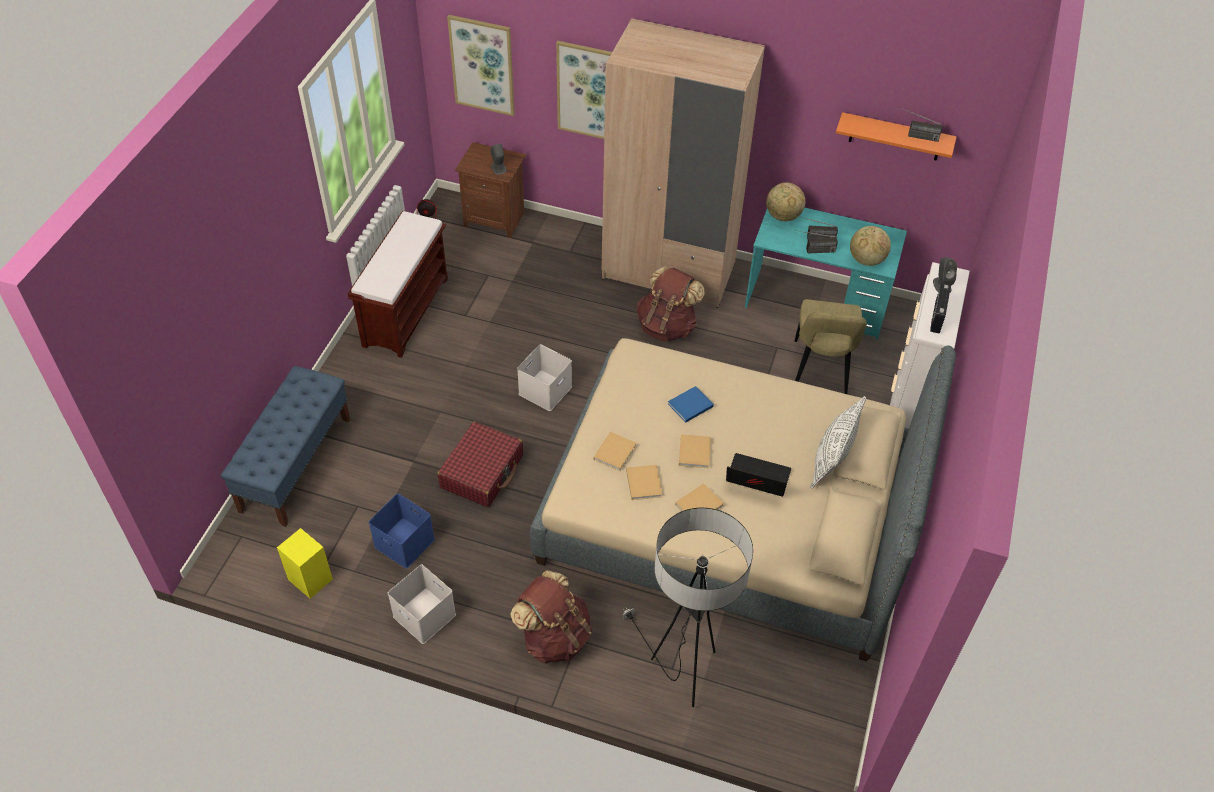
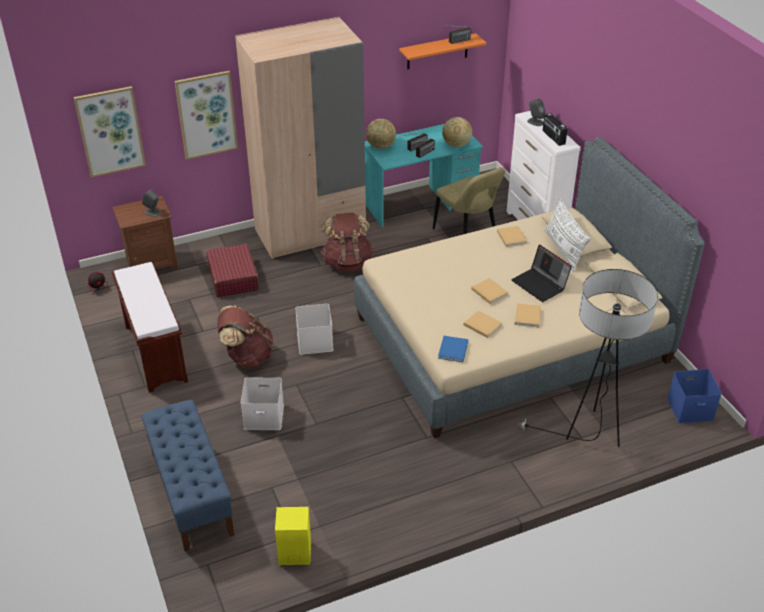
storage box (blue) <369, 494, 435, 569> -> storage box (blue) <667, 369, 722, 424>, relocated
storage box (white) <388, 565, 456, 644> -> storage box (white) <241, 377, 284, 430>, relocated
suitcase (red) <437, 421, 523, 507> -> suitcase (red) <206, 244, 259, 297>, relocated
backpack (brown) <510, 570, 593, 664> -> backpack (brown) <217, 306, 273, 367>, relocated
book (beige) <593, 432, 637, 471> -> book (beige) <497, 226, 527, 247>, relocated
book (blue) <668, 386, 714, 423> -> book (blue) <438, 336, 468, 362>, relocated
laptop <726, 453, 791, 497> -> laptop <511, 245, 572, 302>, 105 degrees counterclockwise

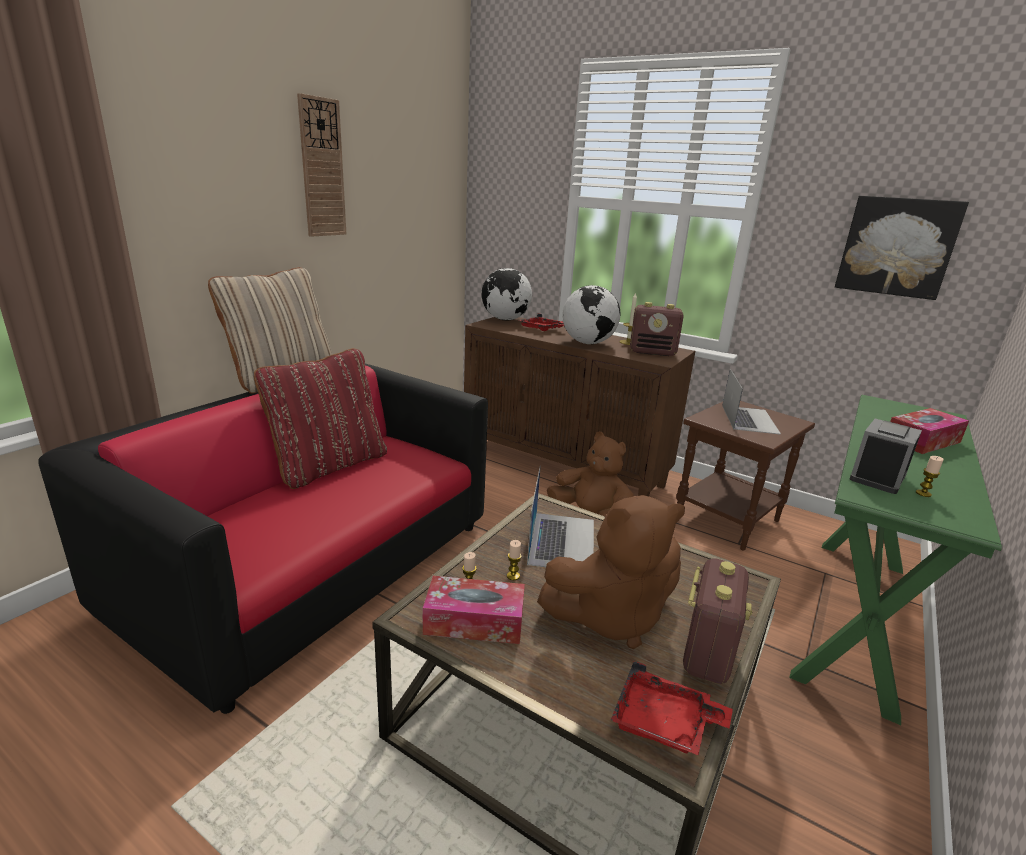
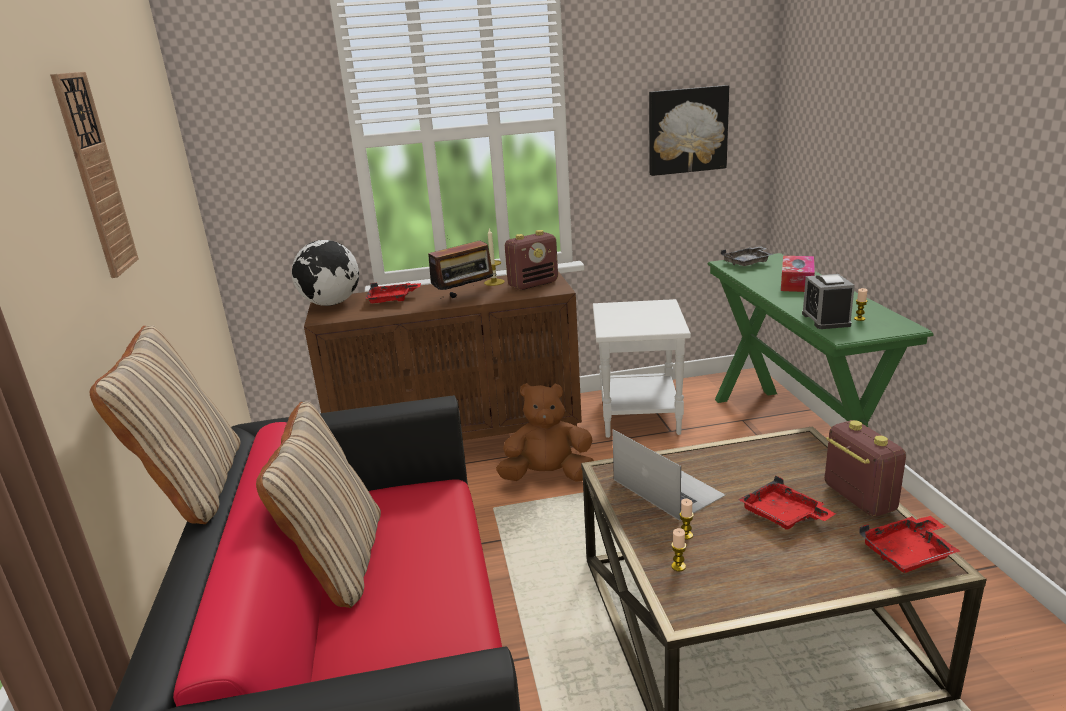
tissue box <422, 576, 525, 644> -> none
laptop <722, 369, 781, 435> -> none
none -> tray (grey) <721, 246, 773, 266>
plush toy (brown) <537, 495, 685, 649> -> tray (red) <738, 476, 836, 530>
globe <562, 285, 621, 344> -> radio <428, 240, 496, 299>
pillow (red) <254, 348, 387, 489> -> pillow (beige) <256, 402, 381, 608>
side table (brown) <676, 401, 815, 551> -> side table (white) <593, 299, 691, 438>

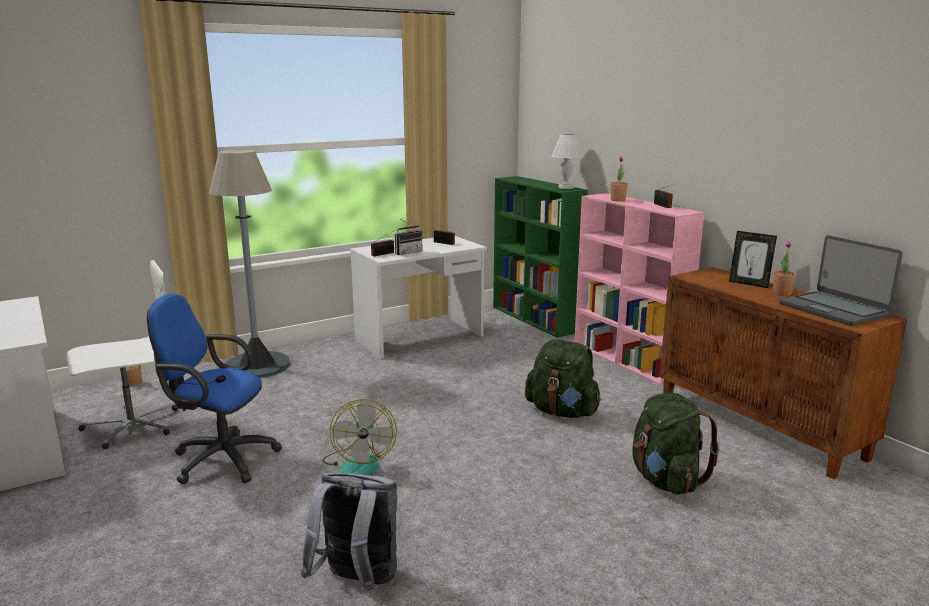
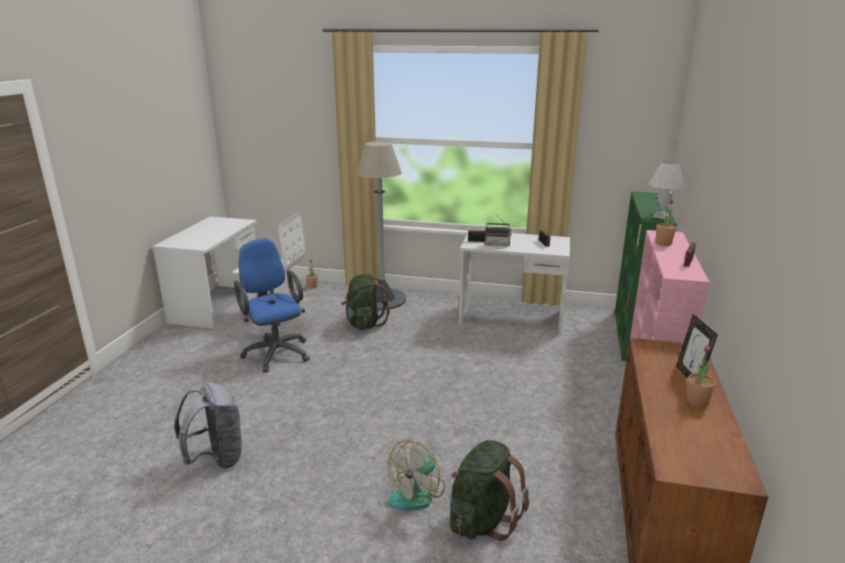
laptop <779, 235, 903, 326> -> none
fan <322, 399, 397, 475> -> fan <388, 440, 445, 510>, relocated
backpack (green) <525, 339, 601, 418> -> backpack (green) <341, 274, 390, 330>, relocated

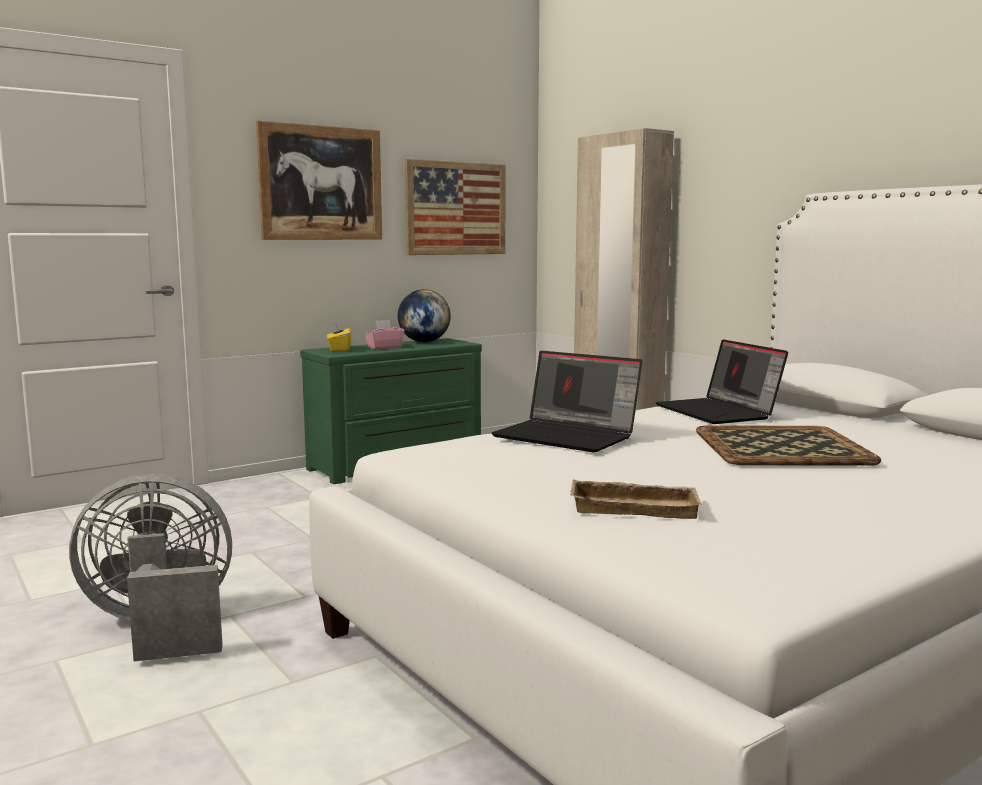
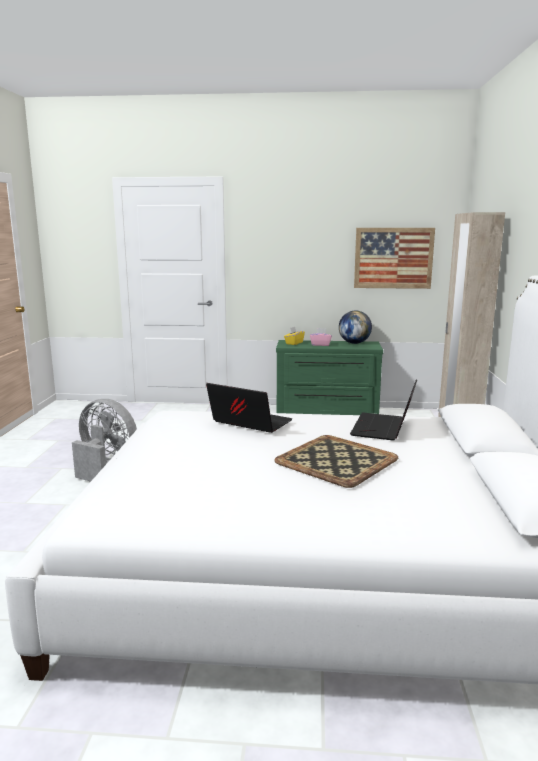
picture <256, 121, 382, 240> -> none
tray (beige) <570, 480, 702, 519> -> none
laptop <492, 351, 642, 452> -> laptop <206, 383, 292, 433>, 135 degrees clockwise

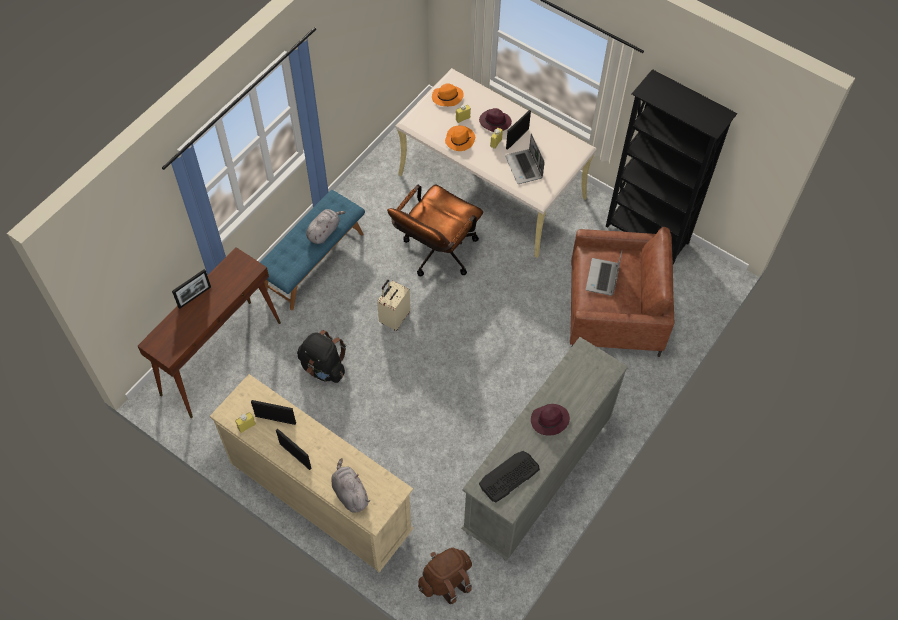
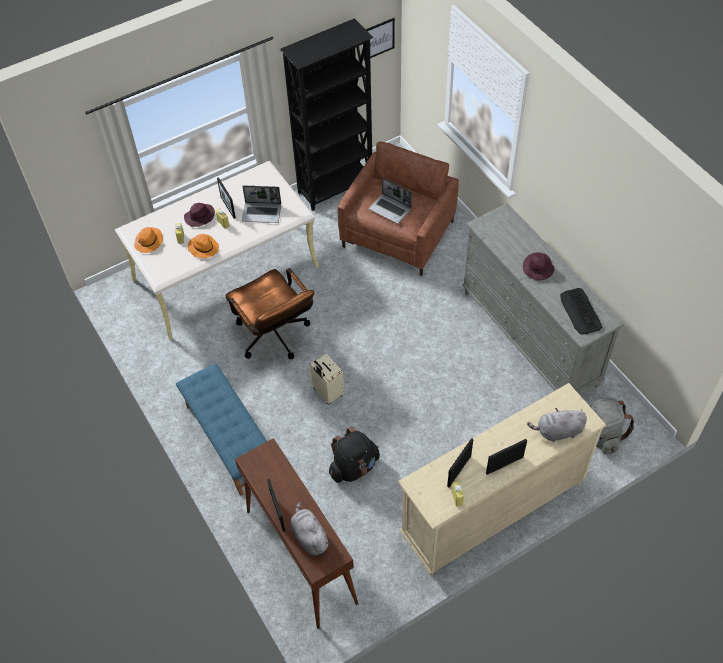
none -> picture <363, 18, 395, 61>
plush toy (grey) <306, 209, 346, 244> -> plush toy (grey) <290, 502, 330, 556>, relocated
backpack (brown) <418, 548, 472, 604> -> backpack (grey) <590, 397, 635, 455>

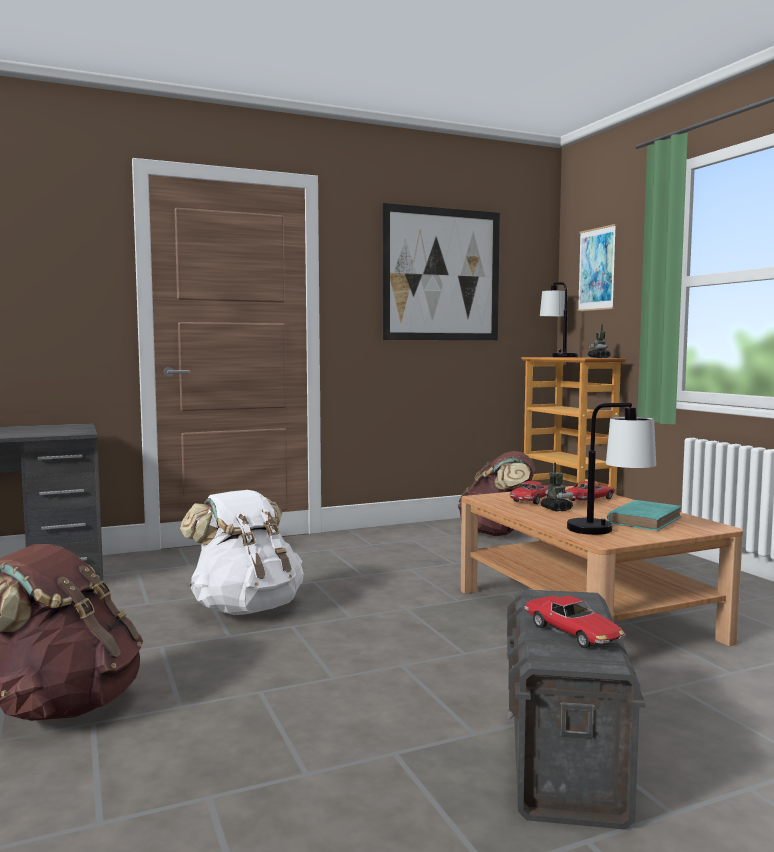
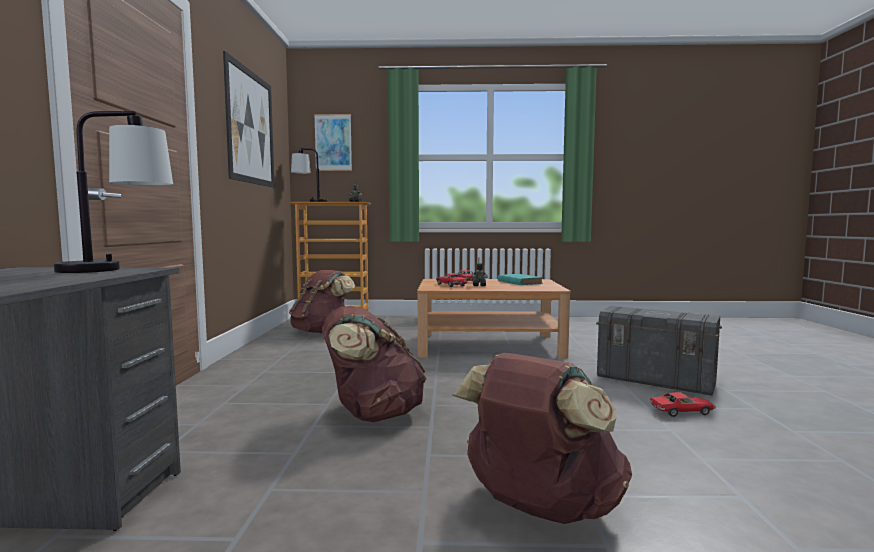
toy car <525, 596, 626, 648> -> toy car <649, 392, 716, 417>, relocated
table lamp <567, 403, 656, 535> -> table lamp <54, 111, 173, 273>, relocated
backpack (white) <180, 490, 304, 615> -> backpack (brown) <322, 306, 426, 422>

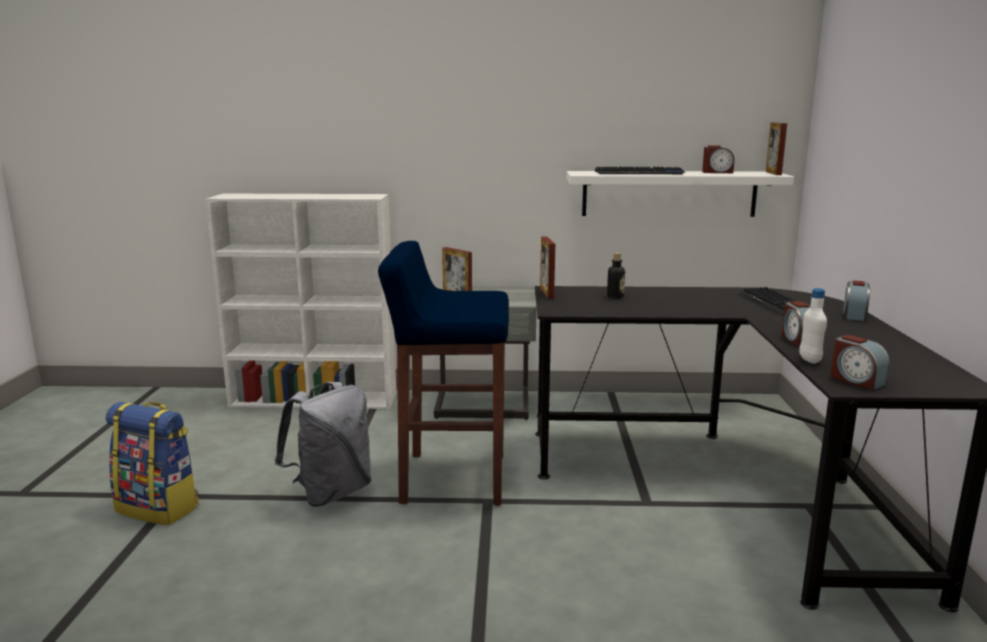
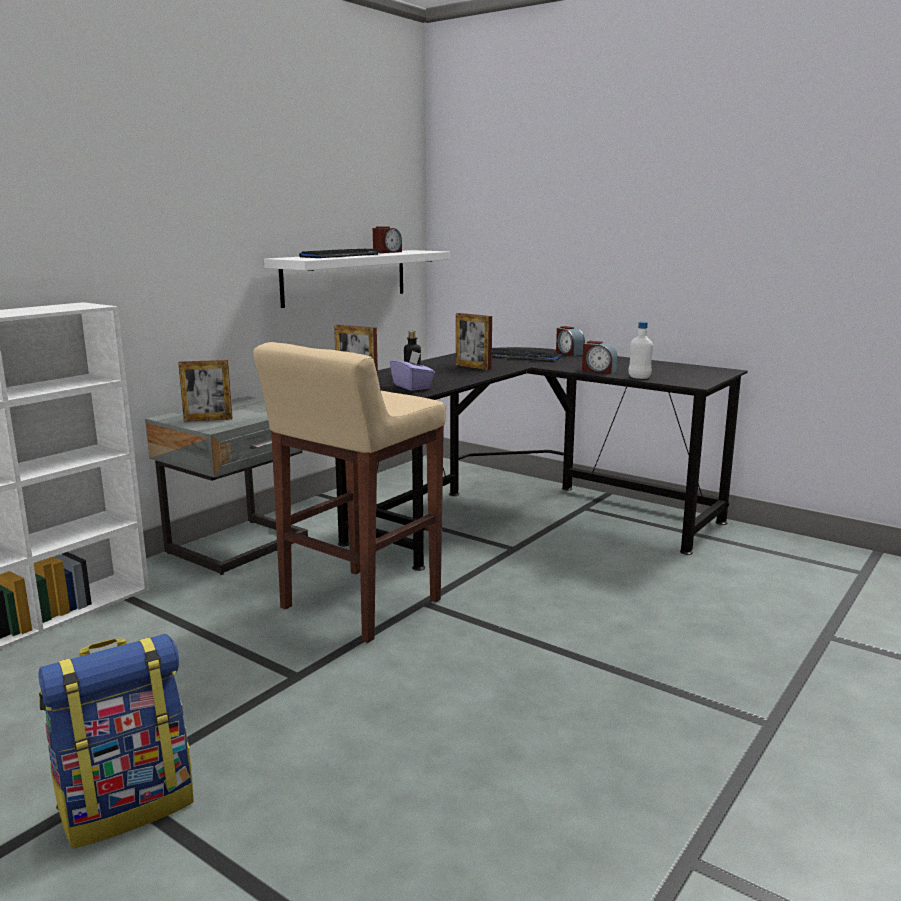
backpack (grey) <275, 382, 371, 507> -> none
alarm clock <831, 335, 889, 390> -> none
none -> tissue box (purple) <390, 350, 435, 391>
picture frame <766, 123, 787, 175> -> picture frame <456, 313, 492, 370>, relocated
stool (blue) <378, 241, 509, 506> -> stool (beige) <253, 342, 446, 643>

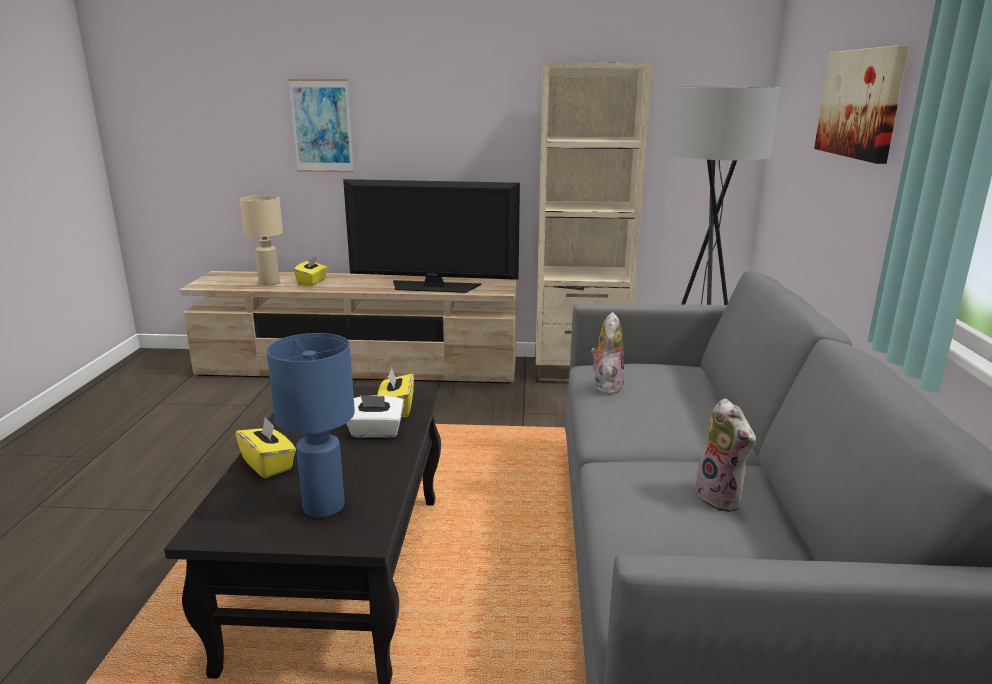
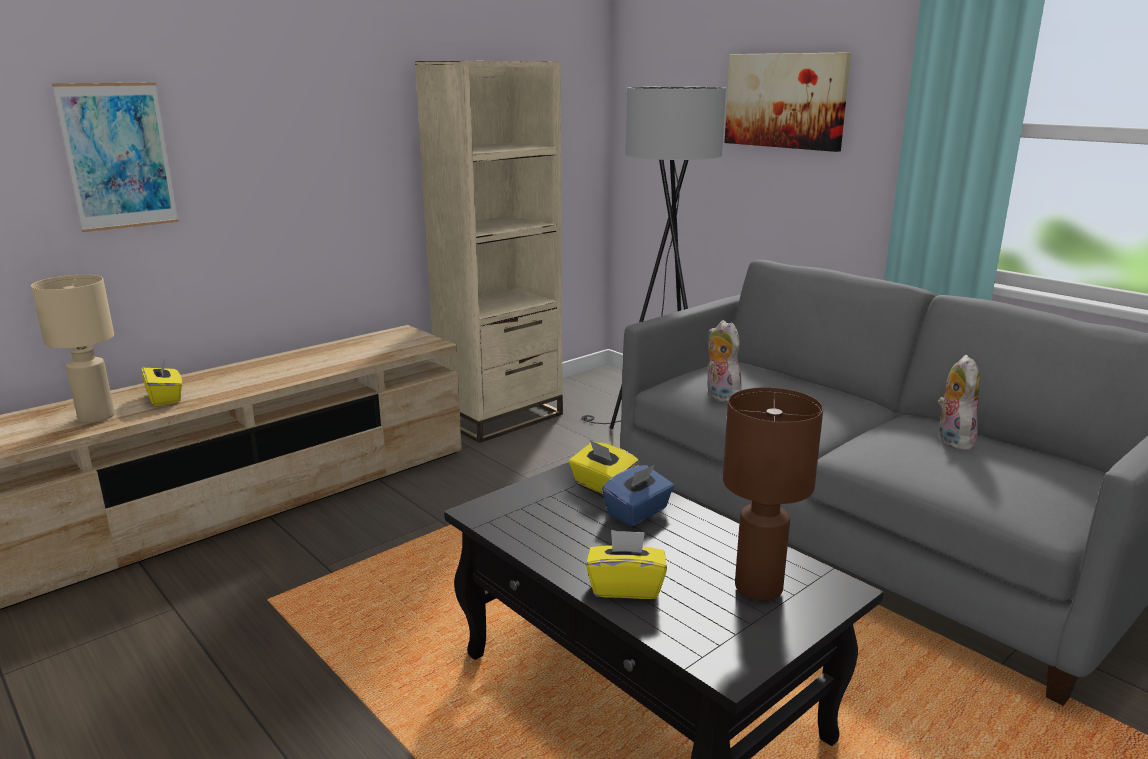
television <343, 179, 520, 293> -> none
table lamp (blue) <266, 333, 355, 518> -> table lamp (brown) <723, 387, 823, 601>
tissue box (white) <346, 395, 404, 438> -> tissue box (blue) <602, 465, 674, 526>
plush toy <694, 398, 756, 512> -> plush toy <938, 355, 980, 451>, 105 degrees counterclockwise

